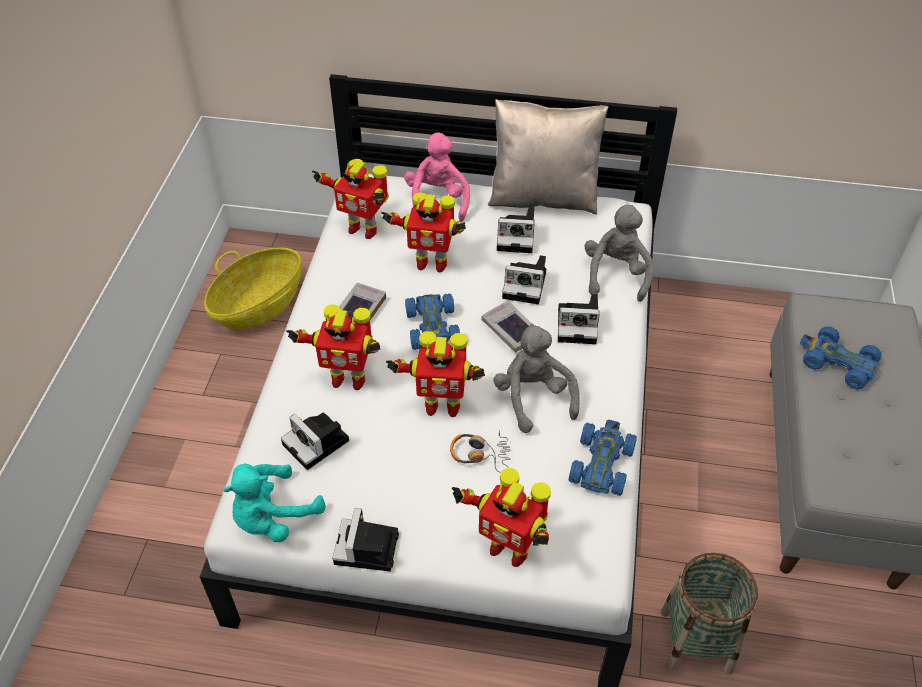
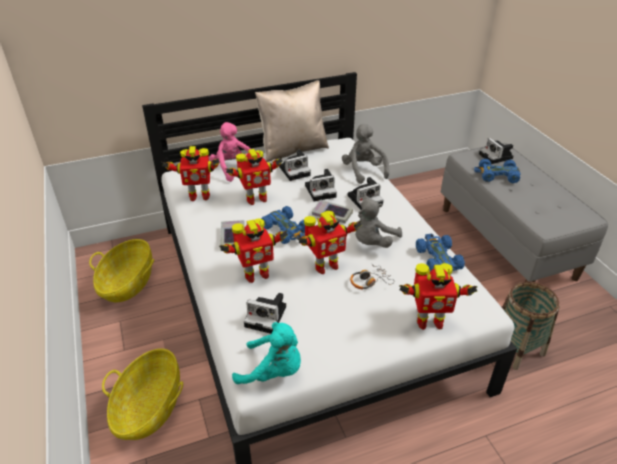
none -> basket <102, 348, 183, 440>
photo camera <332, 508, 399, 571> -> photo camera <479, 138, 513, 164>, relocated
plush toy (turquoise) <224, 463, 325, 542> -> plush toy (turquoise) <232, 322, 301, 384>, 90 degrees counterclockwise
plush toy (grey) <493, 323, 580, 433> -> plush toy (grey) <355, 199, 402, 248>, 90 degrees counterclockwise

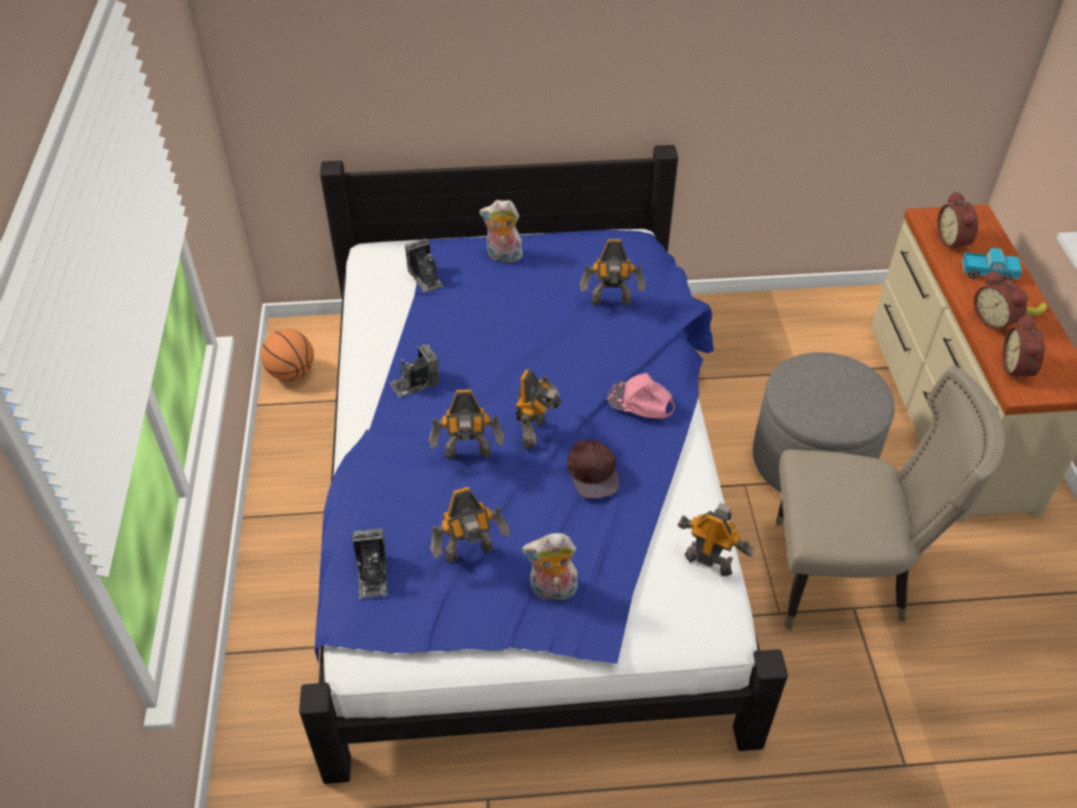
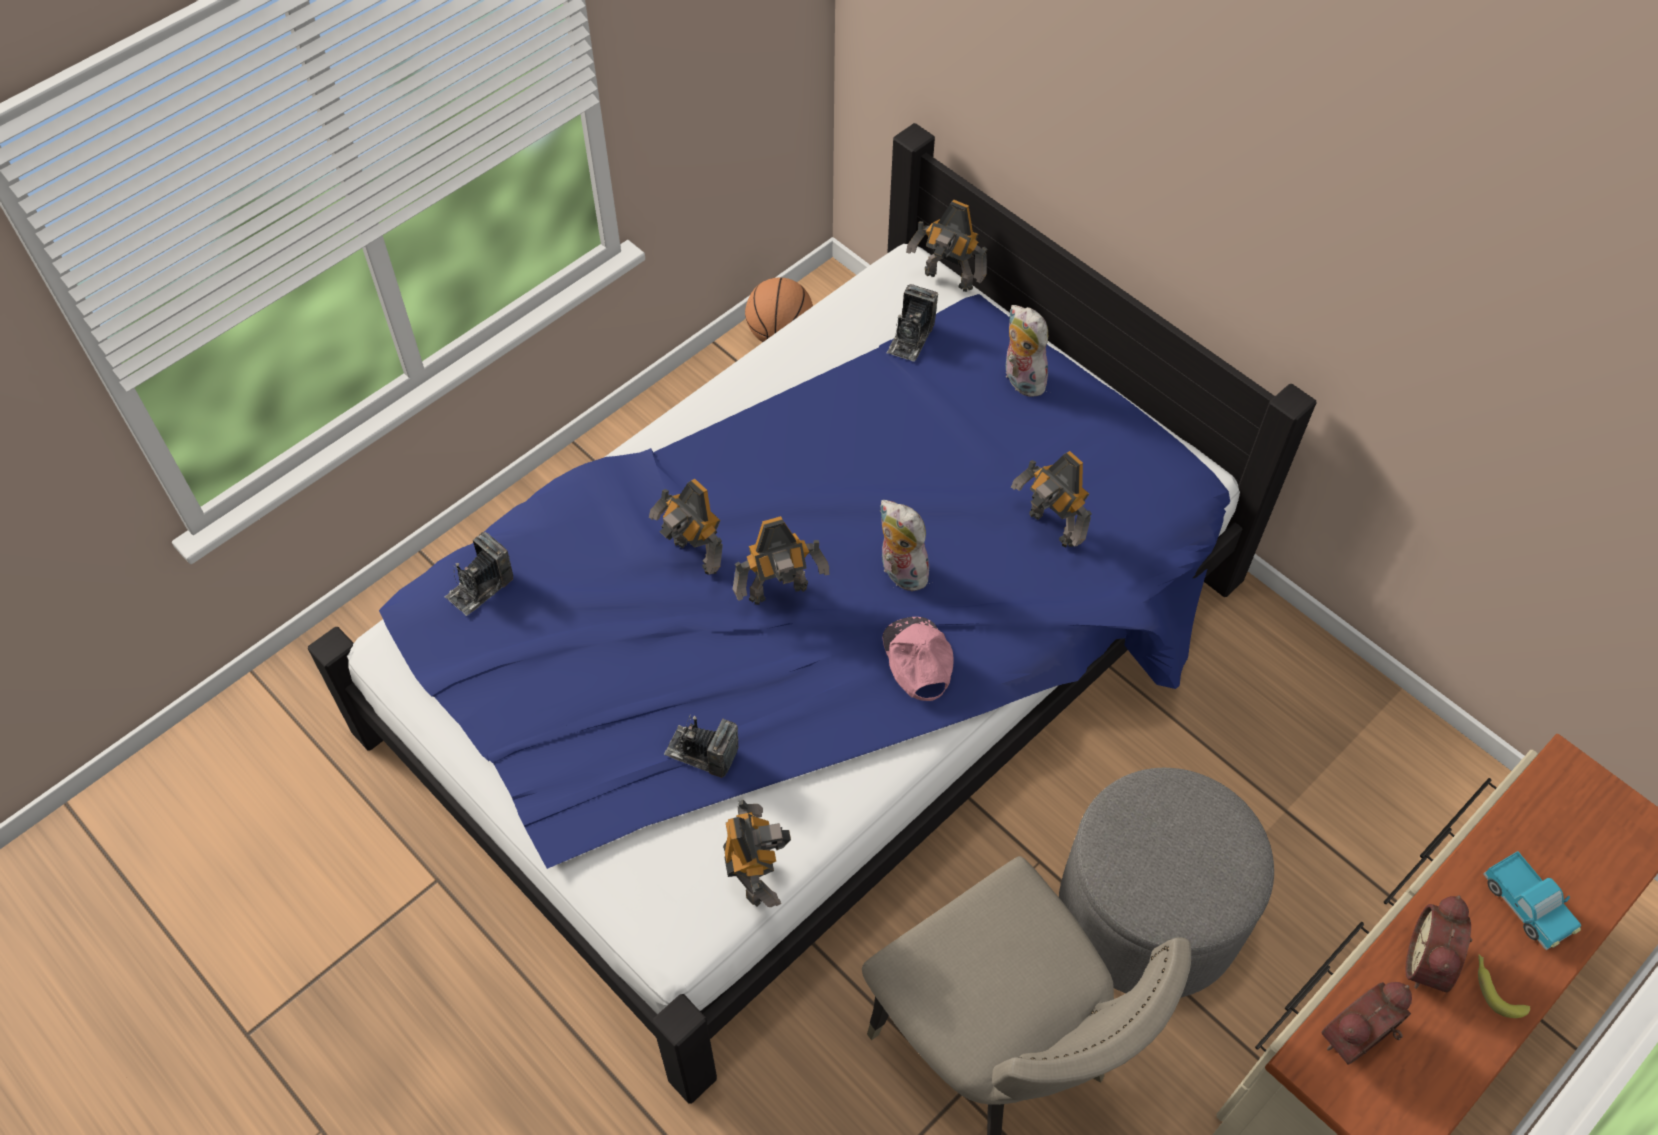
cap (brown) <568, 440, 620, 499> -> none
alarm clock <937, 191, 978, 253> -> none
photo camera <389, 344, 439, 398> -> photo camera <664, 714, 739, 778>, relocated
toy robot <430, 487, 510, 563> -> toy robot <906, 200, 988, 292>, relocated
plush toy <522, 533, 578, 601> -> plush toy <881, 500, 932, 591>, relocated

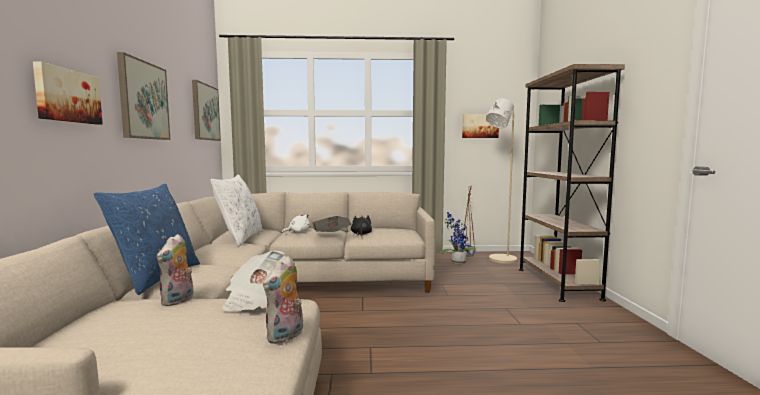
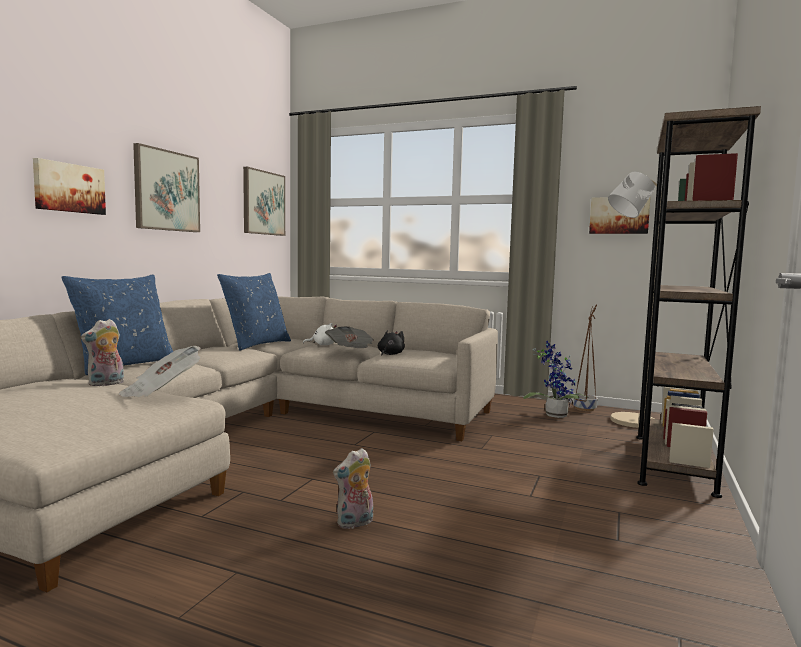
plush toy <263, 256, 303, 344> -> plush toy <333, 448, 373, 529>, relocated
pillow (white) <210, 174, 263, 246> -> pillow (blue) <217, 273, 291, 351>

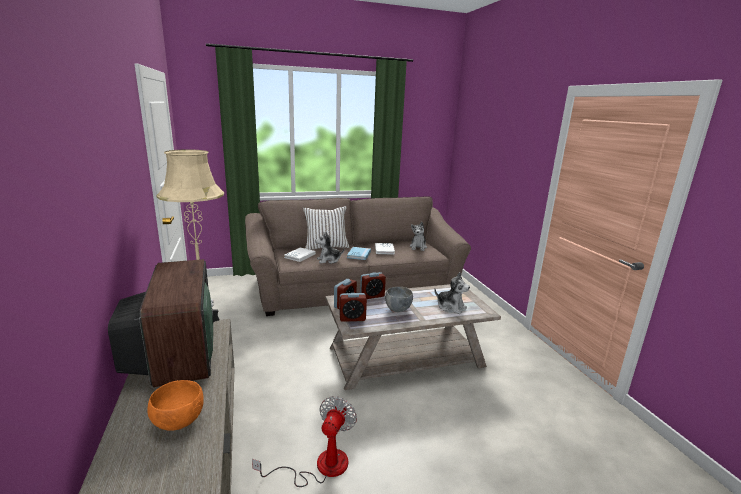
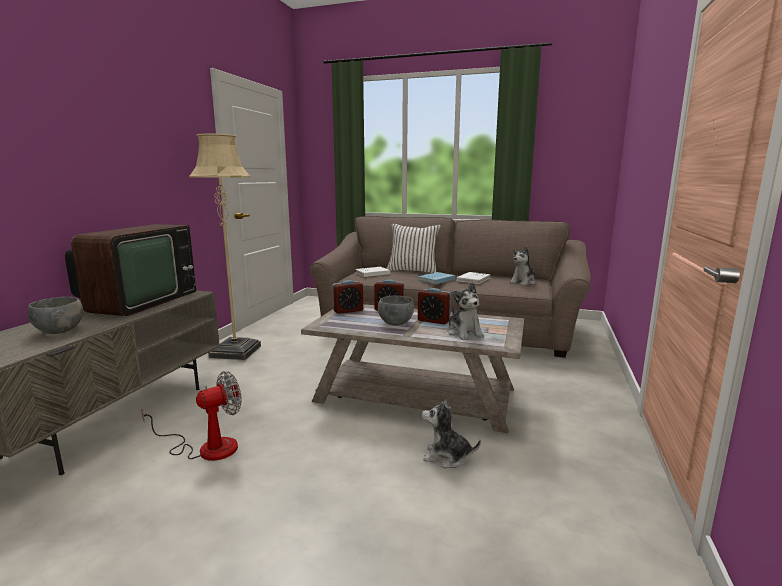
plush toy <315, 232, 345, 264> -> plush toy <422, 399, 481, 468>, relocated
alarm clock <340, 293, 367, 322> -> alarm clock <418, 288, 451, 324>, relocated
bowl (orange) <147, 380, 204, 431> -> bowl (grey) <28, 297, 83, 334>

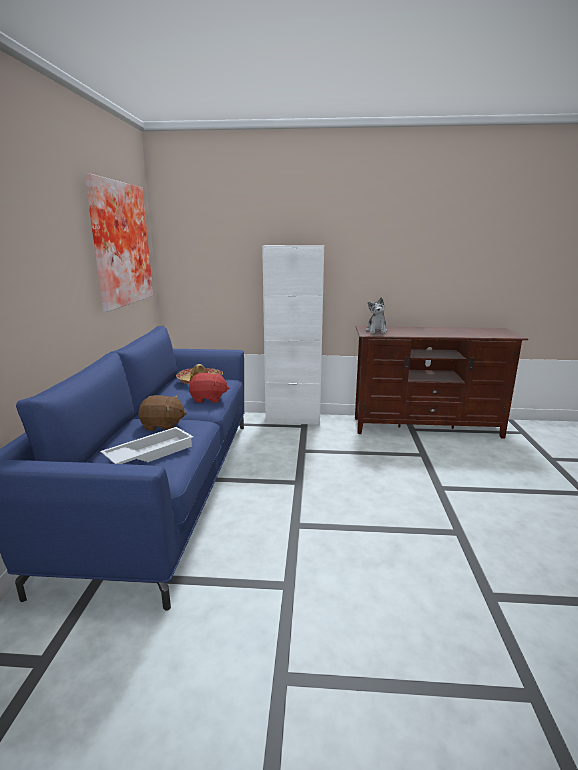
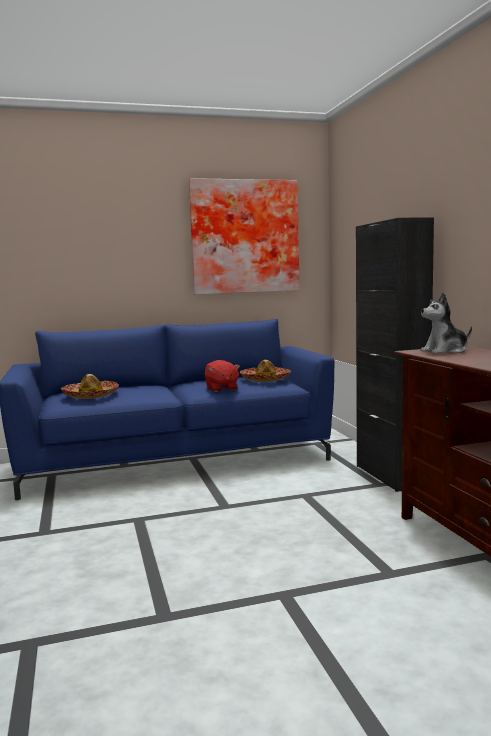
plush toy (brown) <138, 395, 187, 431> -> none
tray (white) <100, 427, 194, 464> -> hat <61, 374, 119, 399>
cabinet (white) <262, 245, 324, 425> -> cabinet (black) <356, 218, 434, 492>

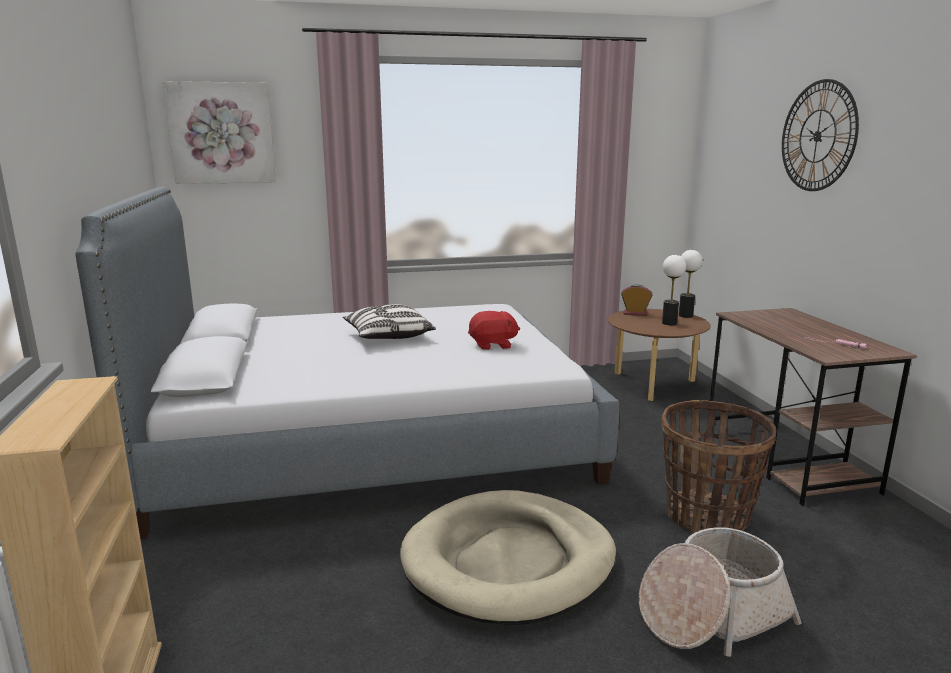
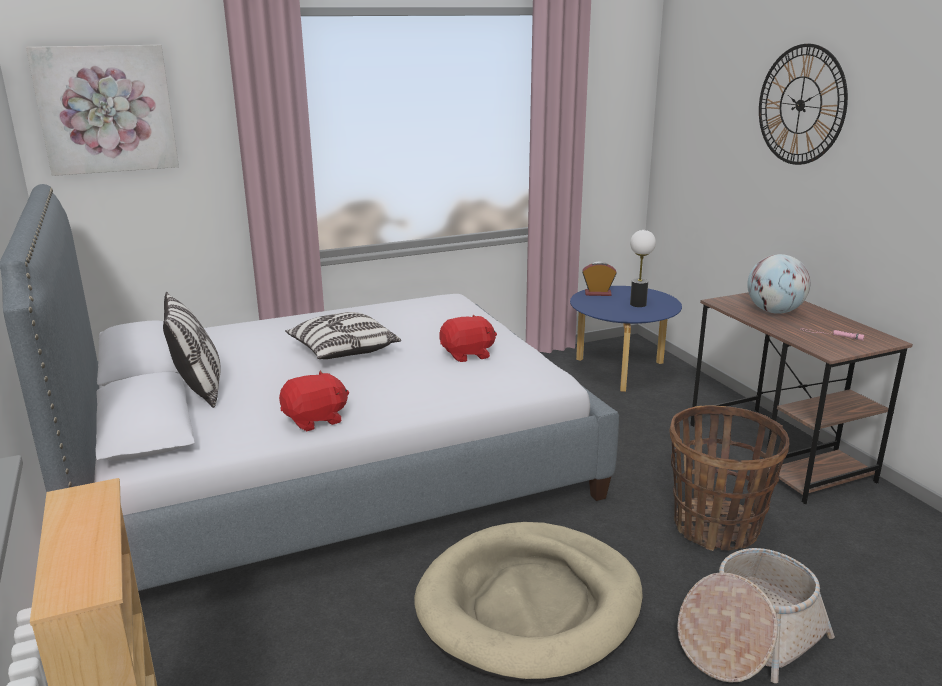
table lamp <679, 250, 702, 318> -> none
none -> pillow <163, 292, 221, 408>
none -> plush toy (red) <279, 370, 349, 431>
none -> globe <747, 254, 810, 314>
coffee table (brown) <608, 309, 711, 401> -> coffee table (blue) <570, 286, 682, 392>

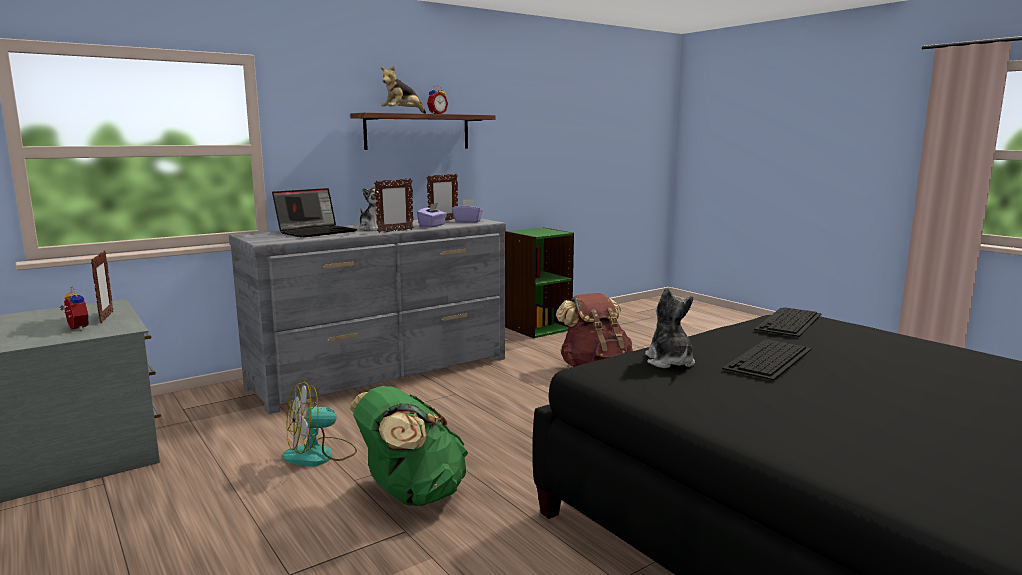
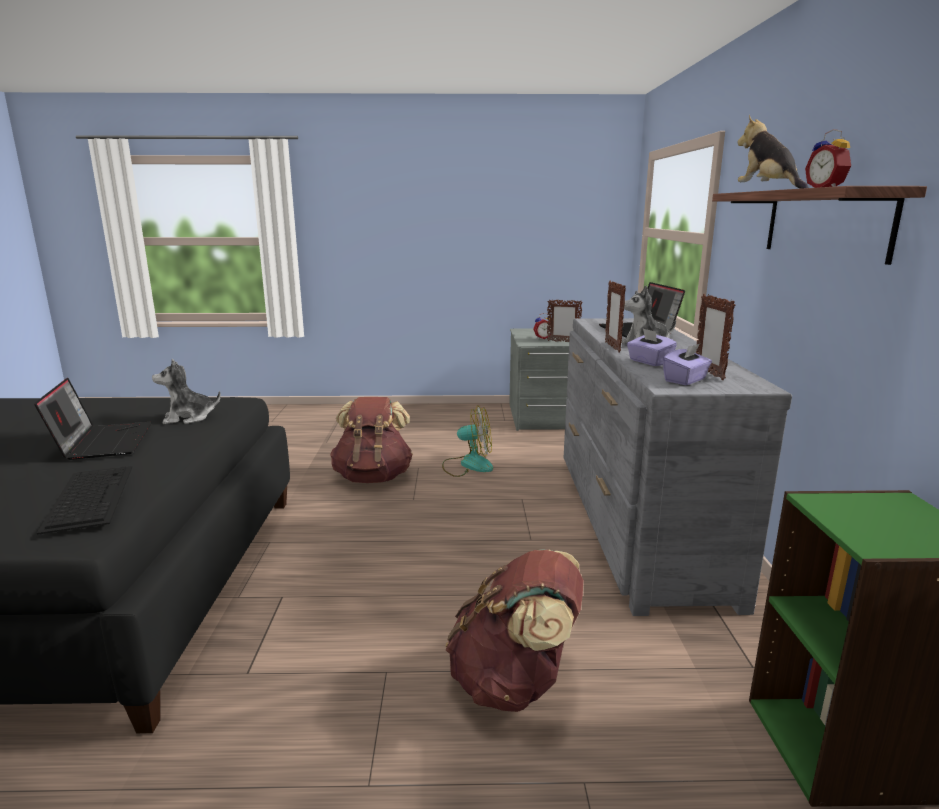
keyboard <722, 340, 812, 380> -> laptop <34, 378, 152, 460>
backpack (green) <349, 386, 468, 506> -> backpack (brown) <330, 397, 413, 483>
fan <283, 382, 357, 466> -> fan <442, 406, 493, 477>, 90 degrees clockwise
plush toy <645, 287, 695, 368> -> plush toy <152, 359, 221, 424>, 135 degrees clockwise

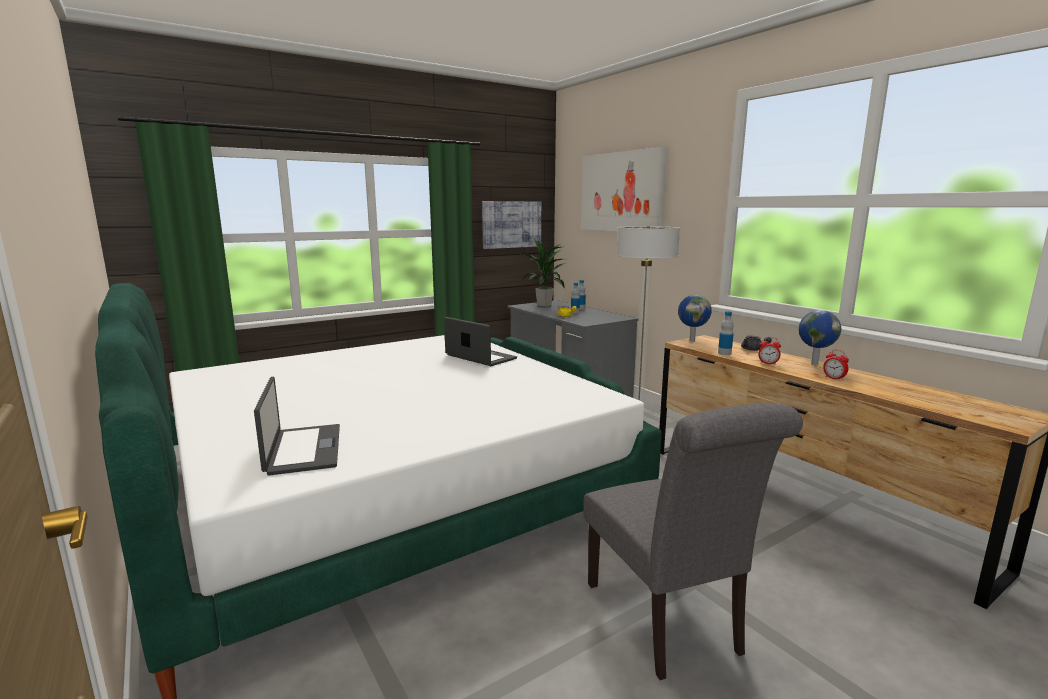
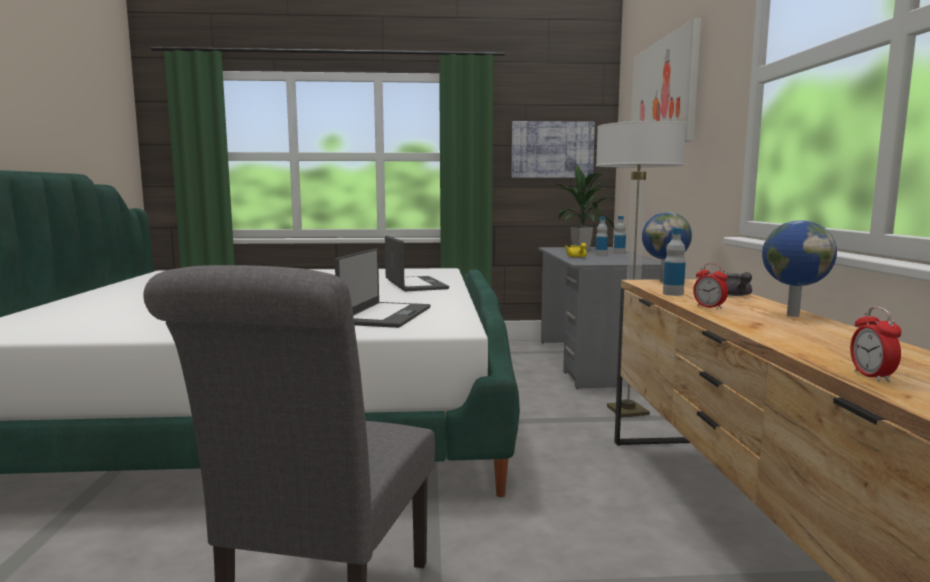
laptop <254, 376, 340, 476> -> laptop <335, 248, 430, 328>, relocated
alarm clock <823, 349, 849, 381> -> alarm clock <850, 306, 902, 382>, relocated

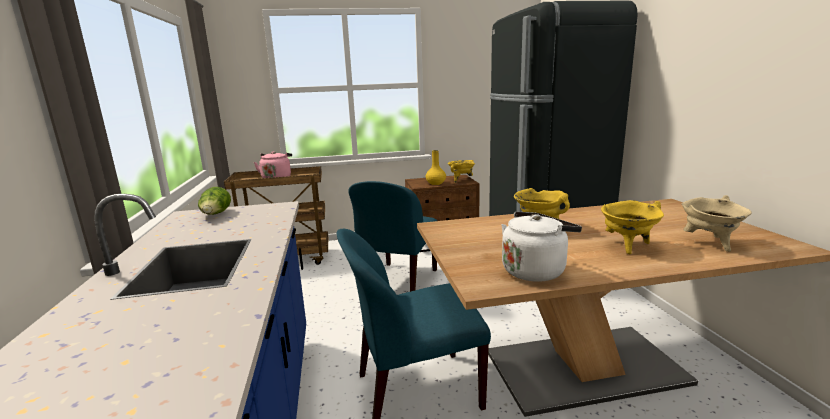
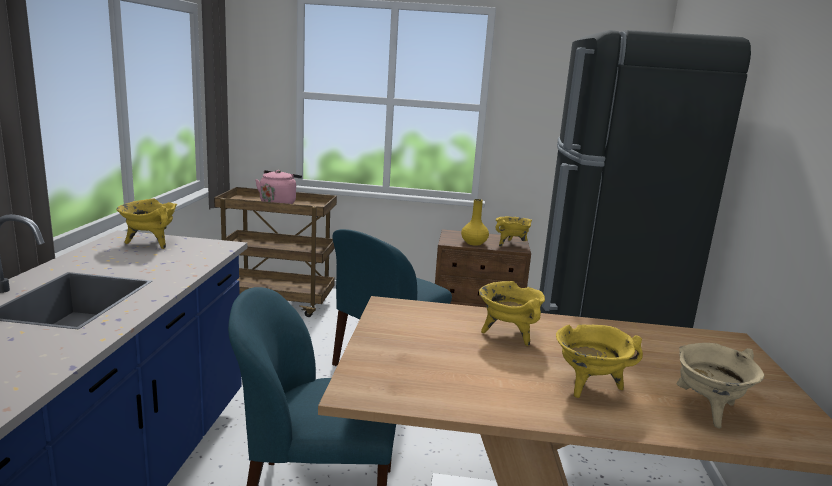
kettle (white) <501, 212, 582, 282> -> none
lettuce <198, 187, 231, 215> -> cooking pot (yellow) <116, 198, 177, 249>

